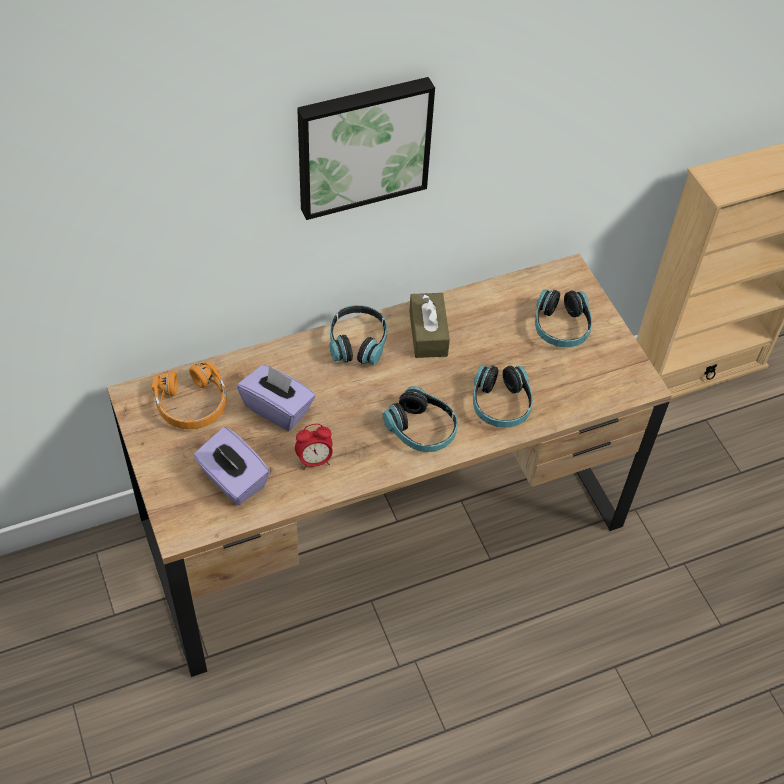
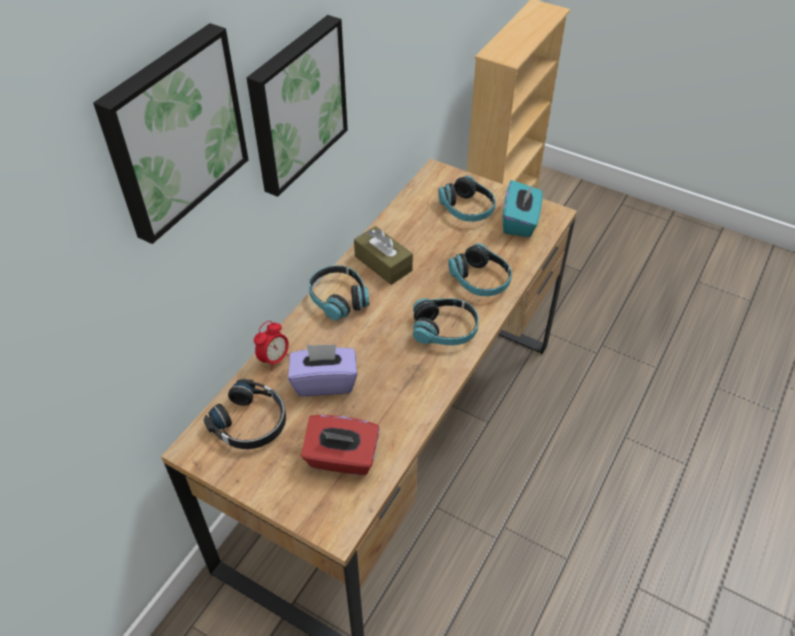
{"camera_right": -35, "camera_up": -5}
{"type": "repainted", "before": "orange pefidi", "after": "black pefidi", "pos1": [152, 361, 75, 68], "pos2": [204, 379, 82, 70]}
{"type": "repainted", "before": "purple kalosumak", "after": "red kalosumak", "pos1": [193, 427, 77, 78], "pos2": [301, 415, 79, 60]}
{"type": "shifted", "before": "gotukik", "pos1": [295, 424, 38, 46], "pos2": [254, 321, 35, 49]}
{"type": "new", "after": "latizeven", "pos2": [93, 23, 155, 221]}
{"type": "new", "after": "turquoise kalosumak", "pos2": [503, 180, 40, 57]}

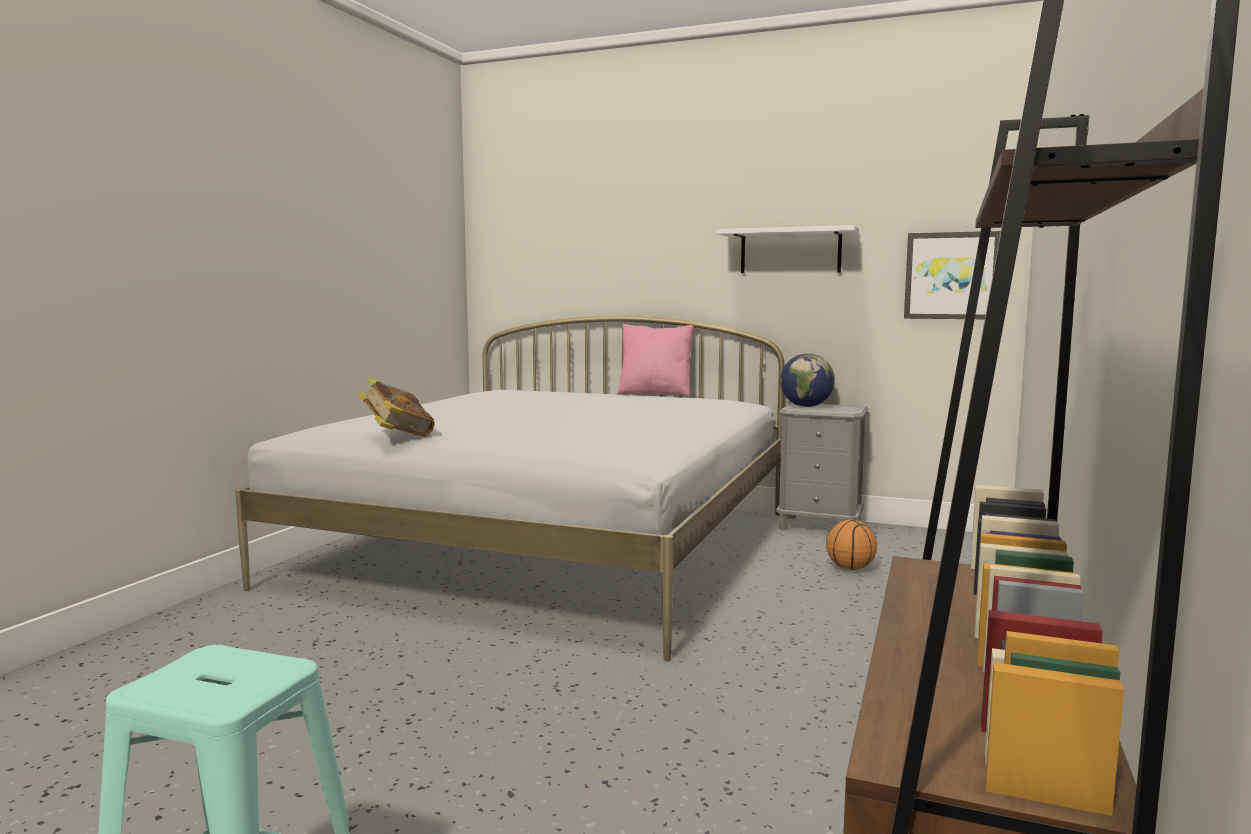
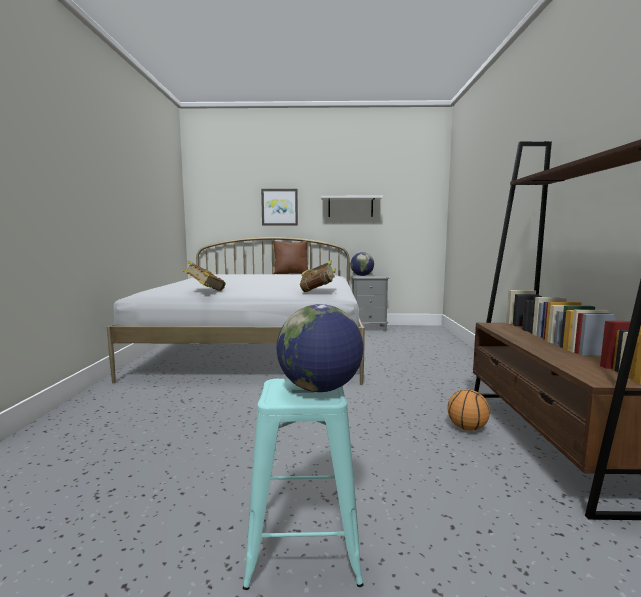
{"camera_right": -20, "camera_up": 0}
{"type": "repainted", "before": "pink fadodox", "after": "brown fadodox", "pos1": [617, 324, 77, 73], "pos2": [273, 241, 35, 33]}
{"type": "shifted", "before": "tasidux", "pos1": [826, 520, 51, 50], "pos2": [447, 389, 43, 42]}
{"type": "shifted", "before": "latizeven", "pos1": [904, 231, 97, 88], "pos2": [261, 189, 37, 36]}
{"type": "new", "after": "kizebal", "pos2": [276, 304, 87, 88]}
{"type": "new", "after": "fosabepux", "pos2": [300, 260, 36, 32]}

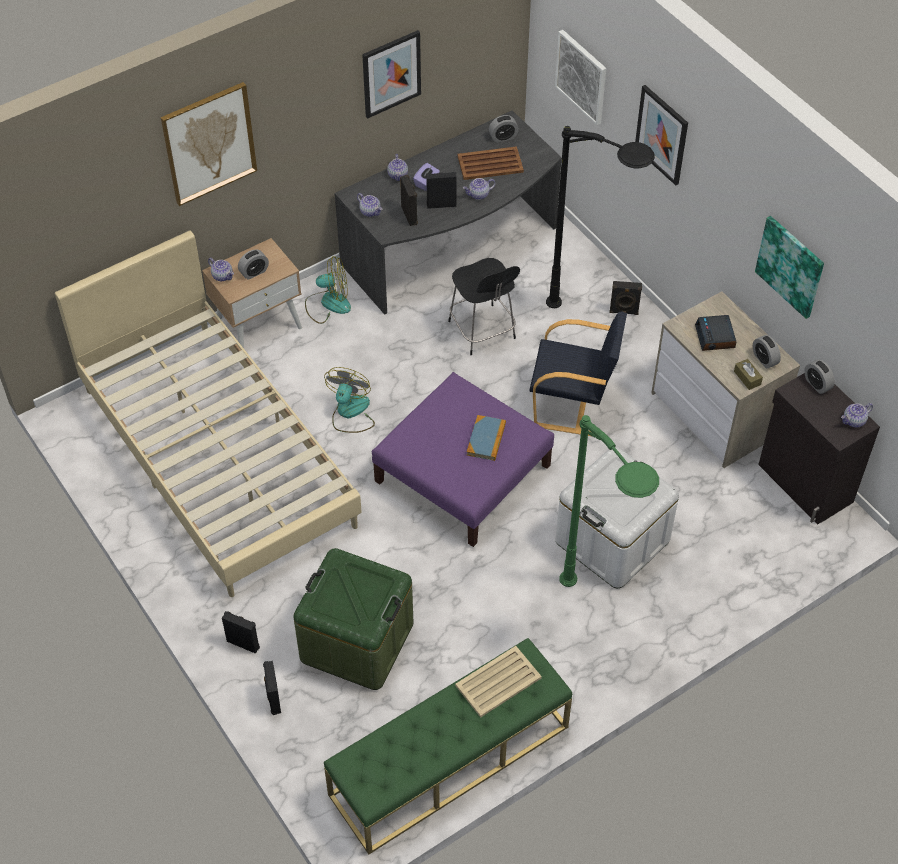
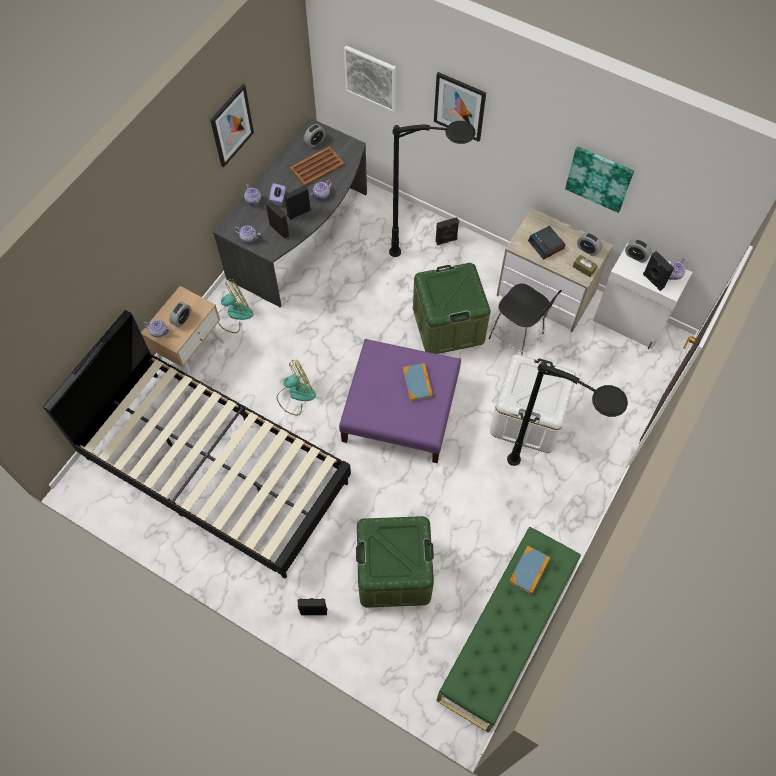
{"camera_right": -25, "camera_up": 10}
{"type": "repainted", "before": "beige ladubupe", "after": "black ladubupe", "pos1": [55, 230, 307, 367], "pos2": [43, 310, 308, 268]}
{"type": "gone", "before": "latizeven", "pos1": [161, 82, 96, 124]}
{"type": "shifted", "before": "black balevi", "pos1": [263, 661, 18, 54], "pos2": [643, 251, 31, 40]}
{"type": "rotated", "before": "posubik", "pos1": [324, 367, 51, 66], "pos2": [277, 360, 39, 56], "turn": 75}
{"type": "shifted", "before": "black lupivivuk", "pos1": [448, 258, 72, 97], "pos2": [489, 283, 73, 72]}
{"type": "swapped", "before": "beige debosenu", "after": "fosabepux", "pos1": [455, 646, 87, 71], "pos2": [509, 545, 41, 49]}
{"type": "swapped", "before": "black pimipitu", "after": "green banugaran", "pos1": [530, 311, 97, 126], "pos2": [413, 263, 77, 91]}
{"type": "repainted", "before": "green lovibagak", "after": "black lovibagak", "pos1": [559, 415, 100, 172], "pos2": [507, 362, 121, 104]}
{"type": "repainted", "before": "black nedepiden", "after": "white nedepiden", "pos1": [758, 373, 122, 152], "pos2": [593, 243, 99, 107]}

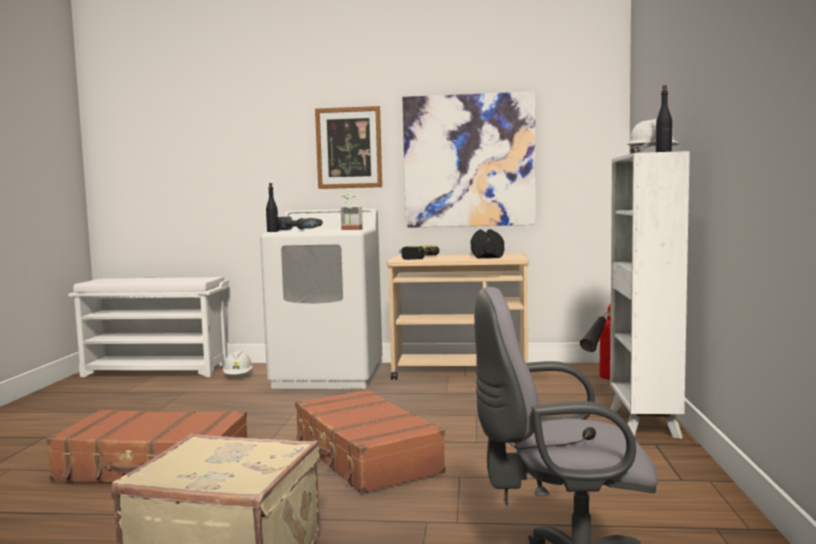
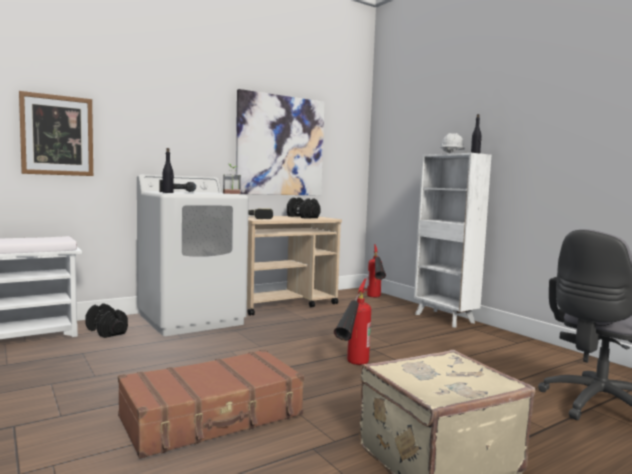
{"camera_right": -40, "camera_up": 0}
{"type": "swapped", "before": "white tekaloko", "after": "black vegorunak", "pos1": [223, 351, 30, 24], "pos2": [85, 303, 43, 35]}
{"type": "swapped", "before": "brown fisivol", "after": "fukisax", "pos1": [295, 389, 151, 105], "pos2": [334, 278, 37, 87]}
{"type": "shifted", "before": "latizeven", "pos1": [315, 106, 67, 83], "pos2": [19, 91, 74, 85]}

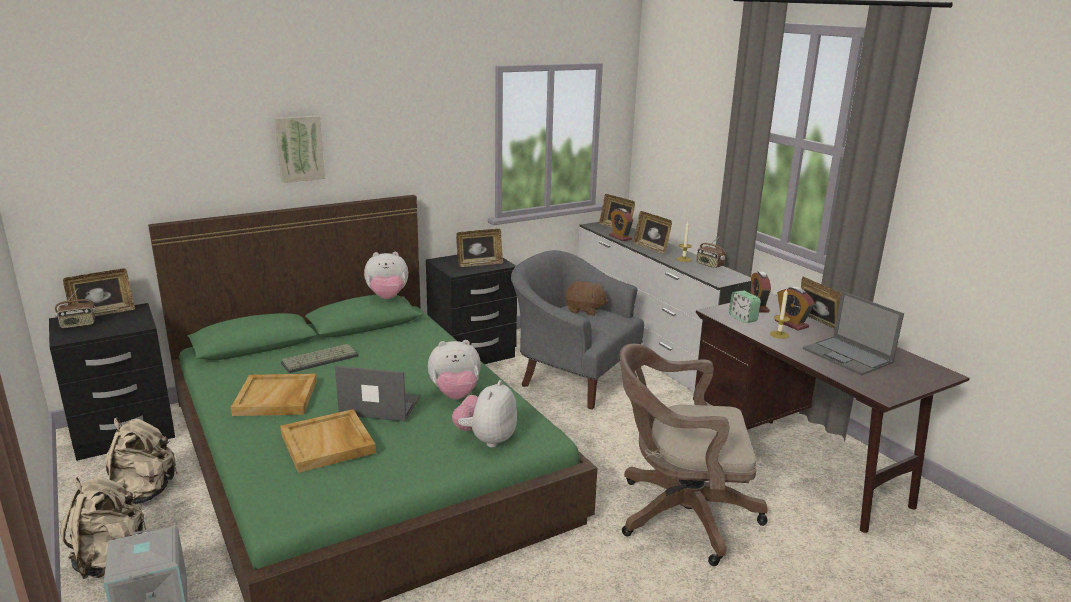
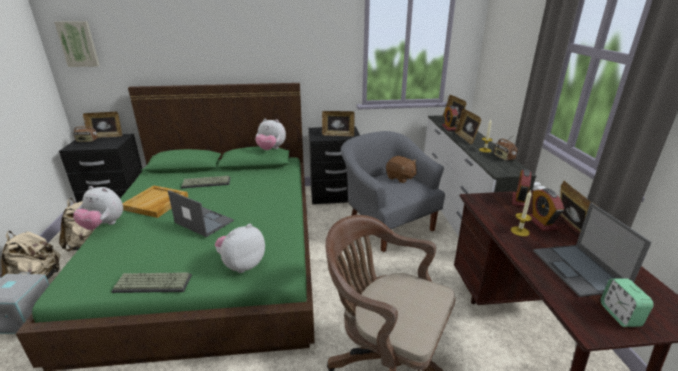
{"camera_right": 25, "camera_up": 5}
{"type": "shifted", "before": "latizeven", "pos1": [275, 115, 50, 68], "pos2": [54, 21, 46, 46]}
{"type": "gone", "before": "beige debosenu", "pos1": [280, 409, 96, 64]}
{"type": "shifted", "before": "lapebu", "pos1": [428, 340, 53, 60], "pos2": [73, 186, 50, 44]}
{"type": "shifted", "before": "gotukik", "pos1": [729, 290, 32, 33], "pos2": [601, 278, 53, 49]}
{"type": "new", "after": "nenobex", "pos2": [111, 272, 81, 21]}

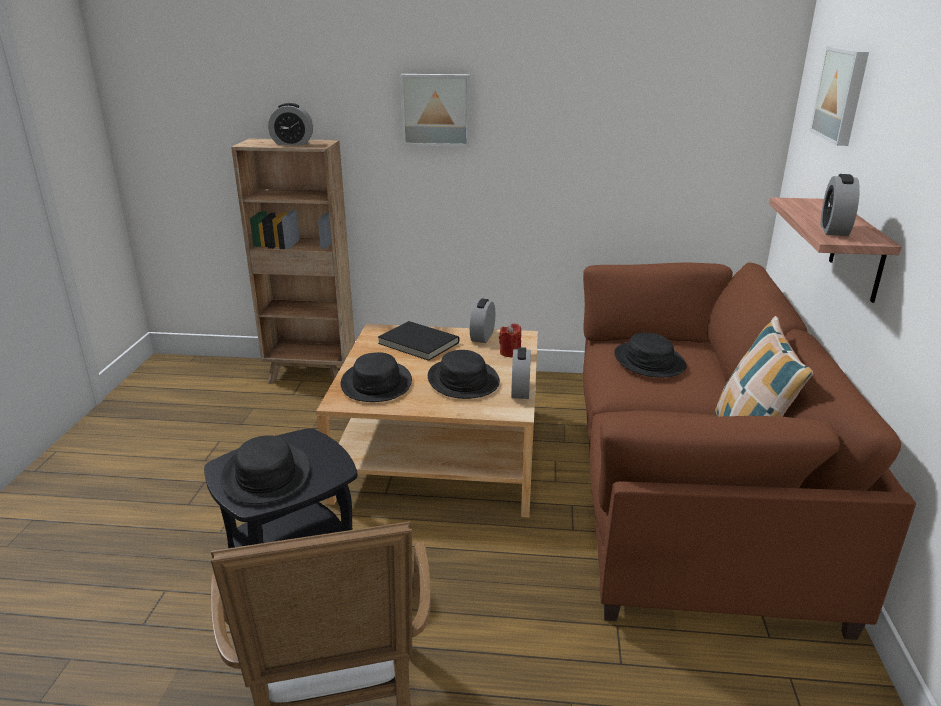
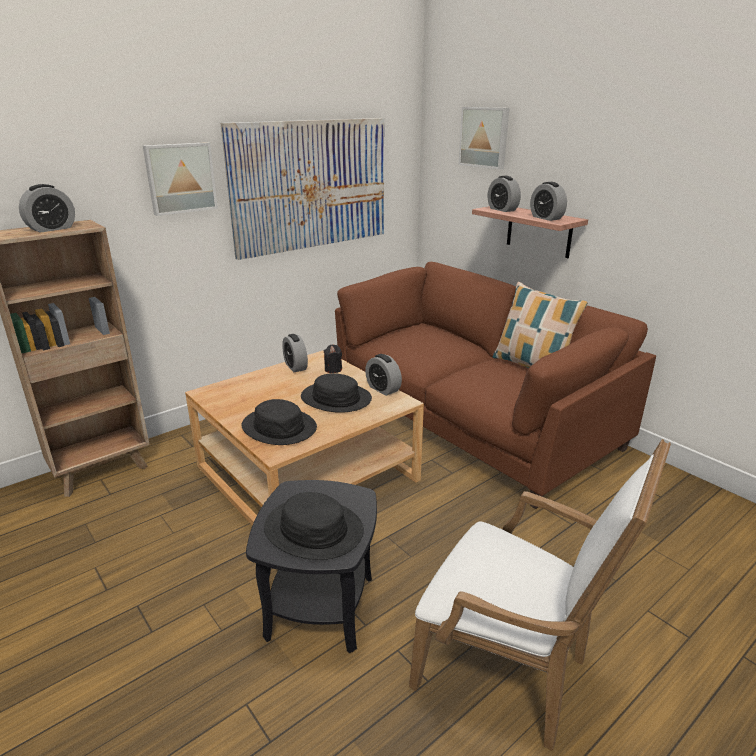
{"camera_right": -45, "camera_up": 0}
{"type": "gone", "before": "black fosabepux", "pos1": [378, 321, 81, 40]}
{"type": "repainted", "before": "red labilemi", "after": "black labilemi", "pos1": [499, 323, 22, 35], "pos2": [324, 344, 18, 29]}
{"type": "gone", "before": "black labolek", "pos1": [614, 333, 73, 44]}
{"type": "new", "after": "latizeven", "pos2": [221, 118, 163, 142]}
{"type": "new", "after": "gotukik", "pos2": [488, 176, 33, 36]}

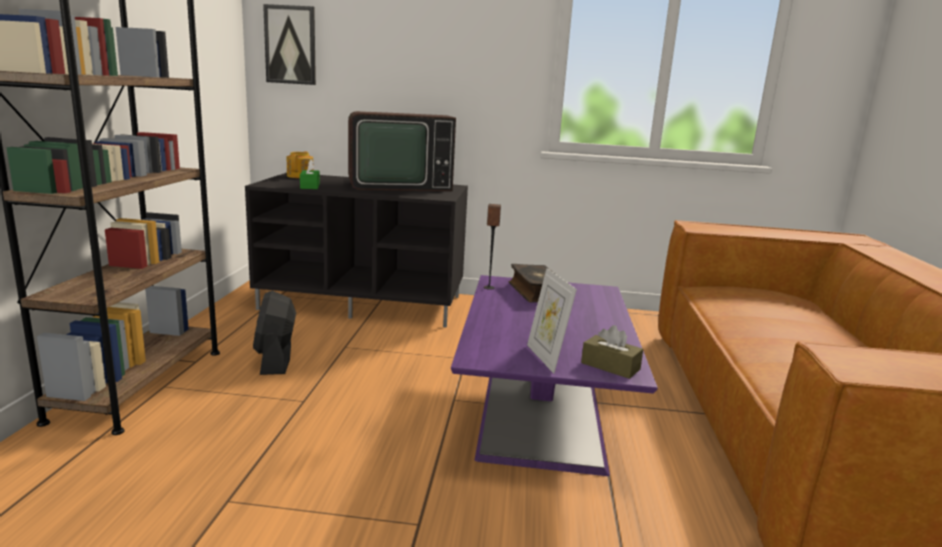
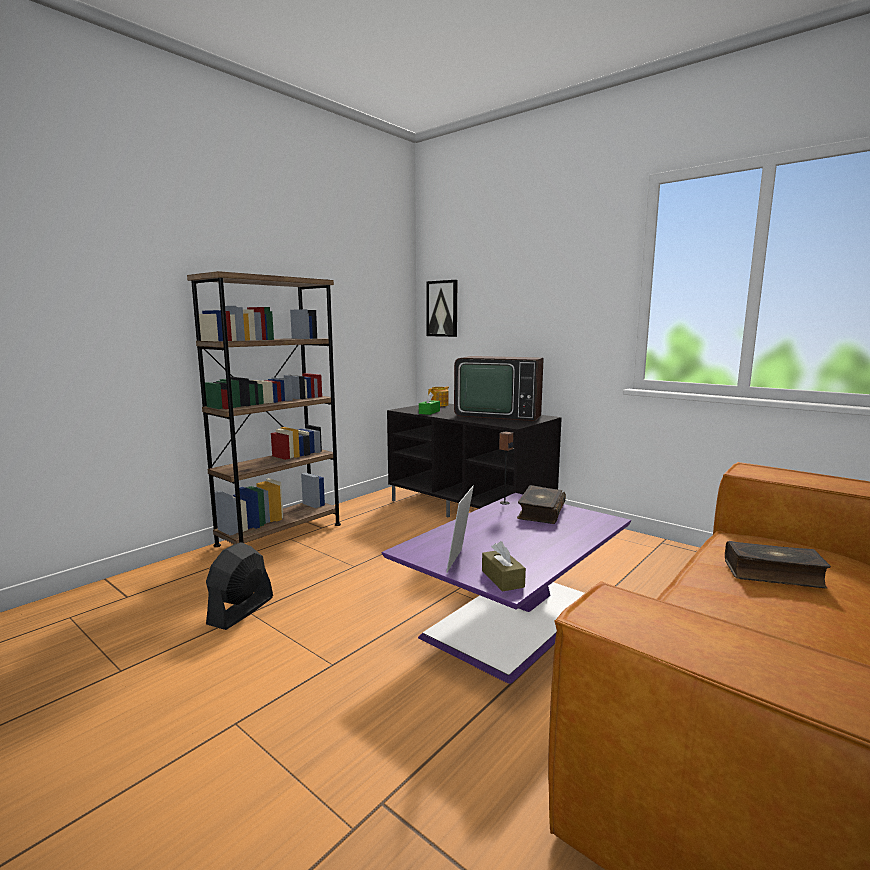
{"camera_right": 35, "camera_up": -5}
{"type": "shifted", "before": "black posubik", "pos1": [253, 291, 43, 84], "pos2": [206, 542, 67, 88]}
{"type": "new", "after": "fosabepux", "pos2": [725, 541, 106, 48]}

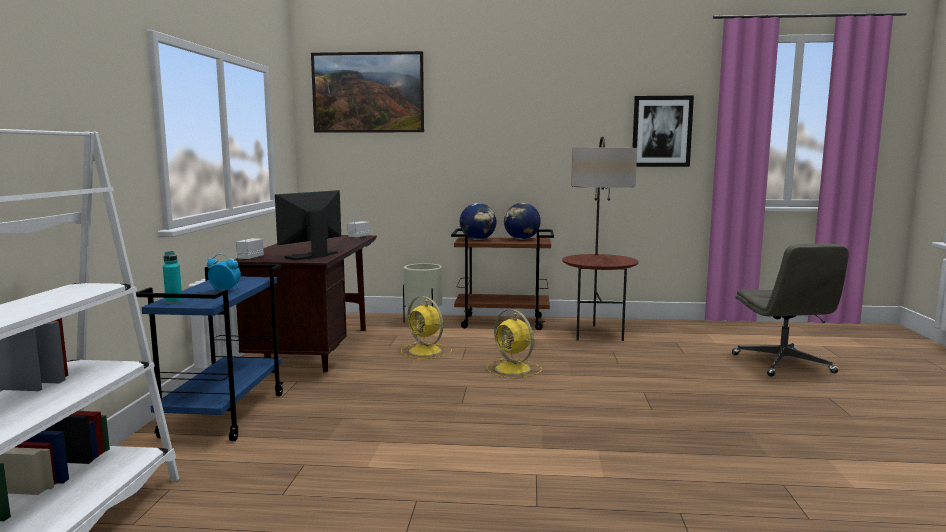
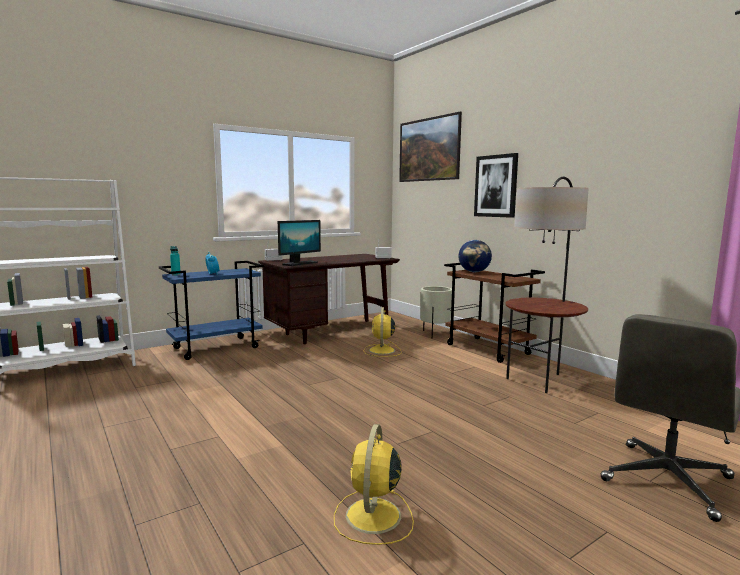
{"camera_right": 50, "camera_up": 0}
{"type": "rotated", "before": "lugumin", "pos1": [275, 190, 66, 71], "pos2": [278, 220, 43, 46], "turn": 135}
{"type": "shifted", "before": "yellow posubik", "pos1": [487, 309, 55, 69], "pos2": [334, 424, 80, 121]}
{"type": "gone", "before": "kizebal", "pos1": [504, 203, 37, 37]}
{"type": "shifted", "before": "latizeven", "pos1": [632, 96, 62, 71], "pos2": [474, 153, 44, 65]}

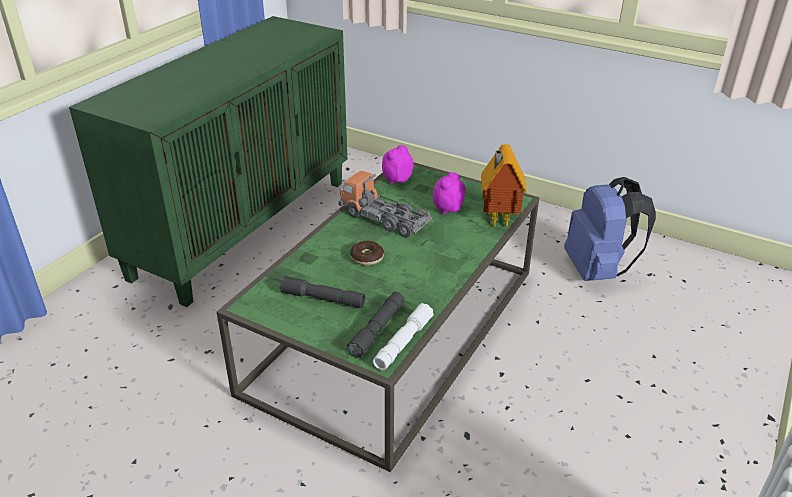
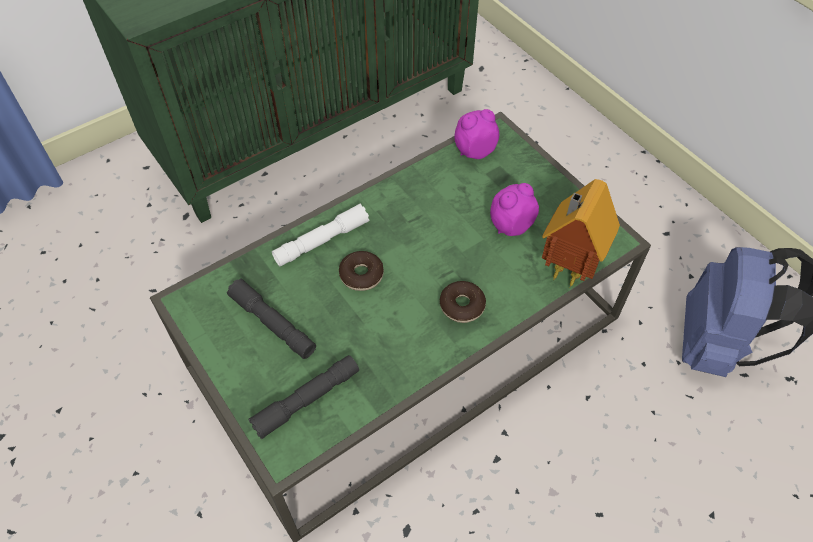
{"camera_right": 25, "camera_up": 20}
{"type": "gone", "before": "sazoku", "pos1": [339, 171, 93, 67]}
{"type": "shifted", "before": "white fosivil", "pos1": [373, 303, 61, 67], "pos2": [272, 204, 97, 63]}
{"type": "new", "after": "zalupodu", "pos2": [440, 281, 46, 42]}

